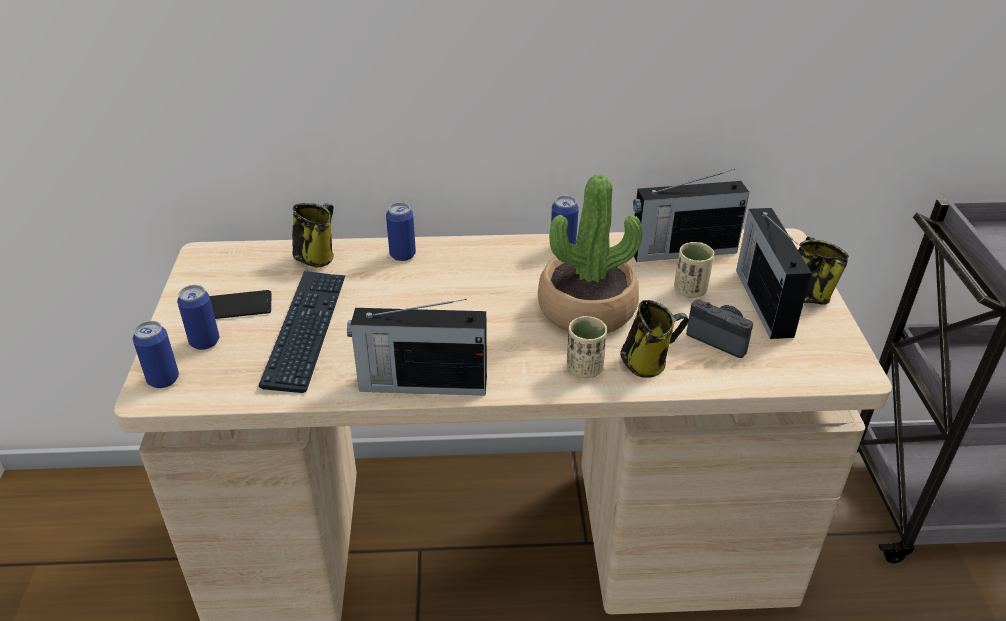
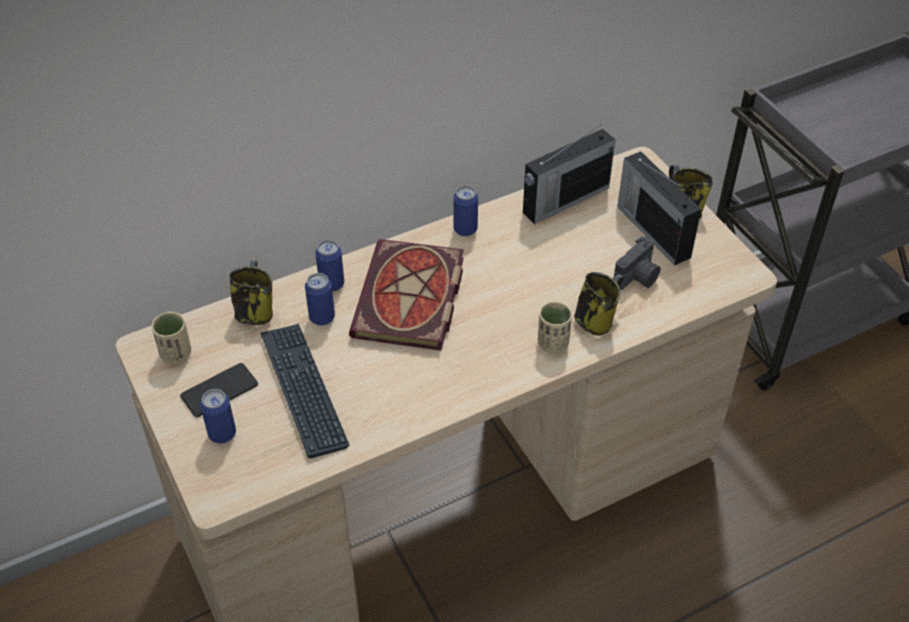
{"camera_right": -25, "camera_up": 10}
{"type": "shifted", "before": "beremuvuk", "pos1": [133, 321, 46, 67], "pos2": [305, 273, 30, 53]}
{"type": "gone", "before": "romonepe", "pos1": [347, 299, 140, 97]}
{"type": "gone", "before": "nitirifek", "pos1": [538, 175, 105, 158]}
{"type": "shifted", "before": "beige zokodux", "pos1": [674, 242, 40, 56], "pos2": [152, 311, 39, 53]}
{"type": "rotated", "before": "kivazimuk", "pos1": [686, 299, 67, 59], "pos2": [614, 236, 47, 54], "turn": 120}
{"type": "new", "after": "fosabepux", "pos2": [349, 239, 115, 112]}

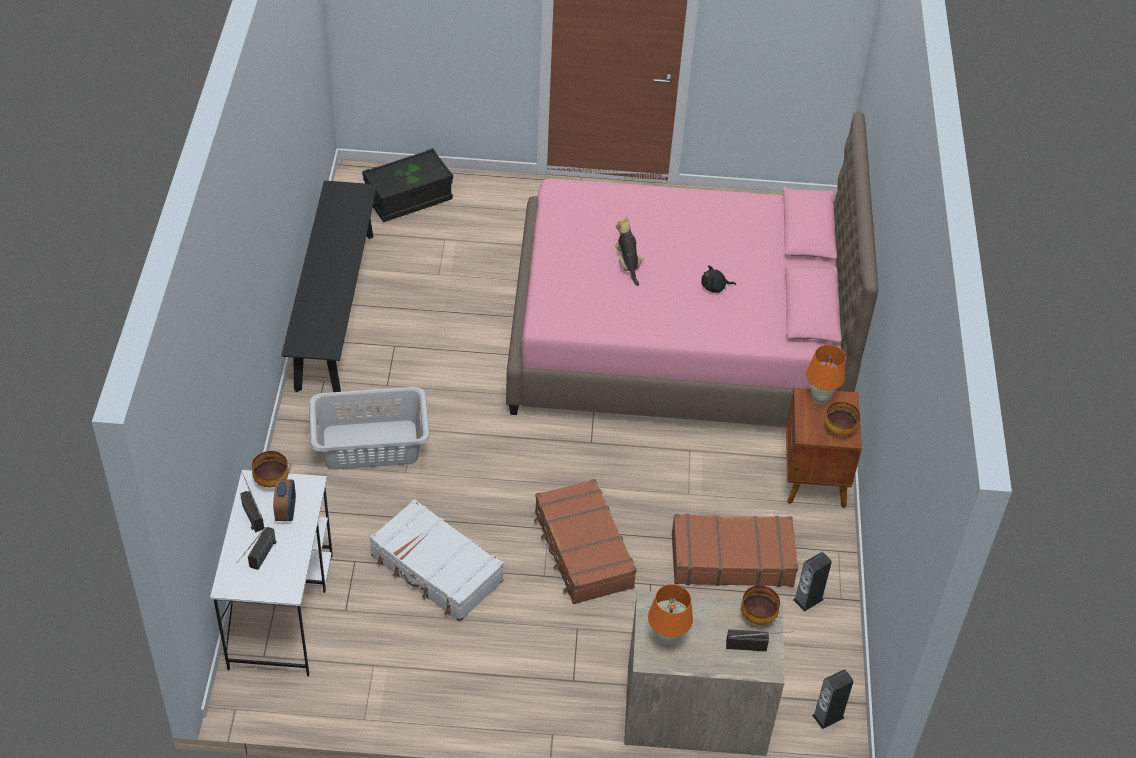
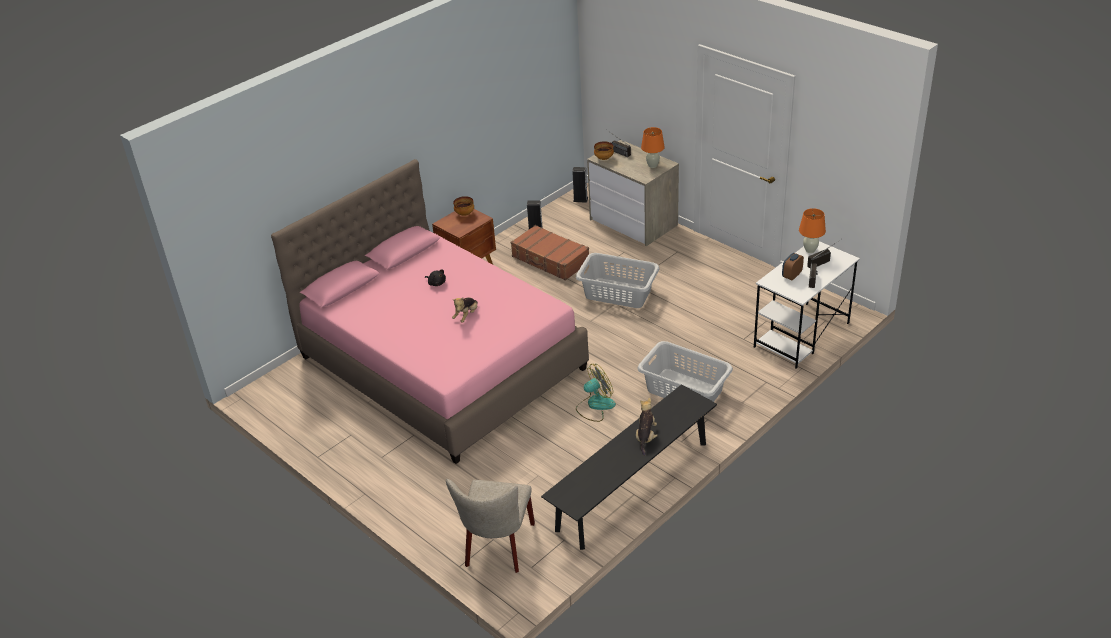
{"camera_right": -135, "camera_up": -10}
{"type": "gone", "before": "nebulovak", "pos1": [252, 451, 37, 36]}
{"type": "swapped", "before": "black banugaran", "after": "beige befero", "pos1": [362, 148, 91, 74], "pos2": [446, 479, 89, 94]}
{"type": "gone", "before": "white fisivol", "pos1": [370, 499, 134, 123]}
{"type": "swapped", "before": "brown fisivol", "after": "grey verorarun", "pos1": [534, 479, 103, 125], "pos2": [576, 253, 84, 55]}
{"type": "shifted", "before": "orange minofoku", "pos1": [806, 345, 40, 59], "pos2": [799, 208, 27, 45]}
{"type": "new", "after": "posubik", "pos2": [576, 364, 40, 58]}
{"type": "new", "after": "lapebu", "pos2": [636, 397, 22, 59]}

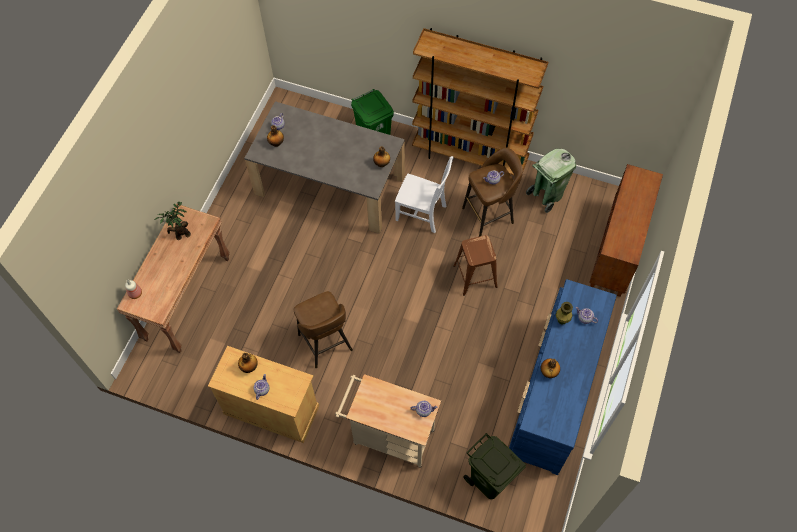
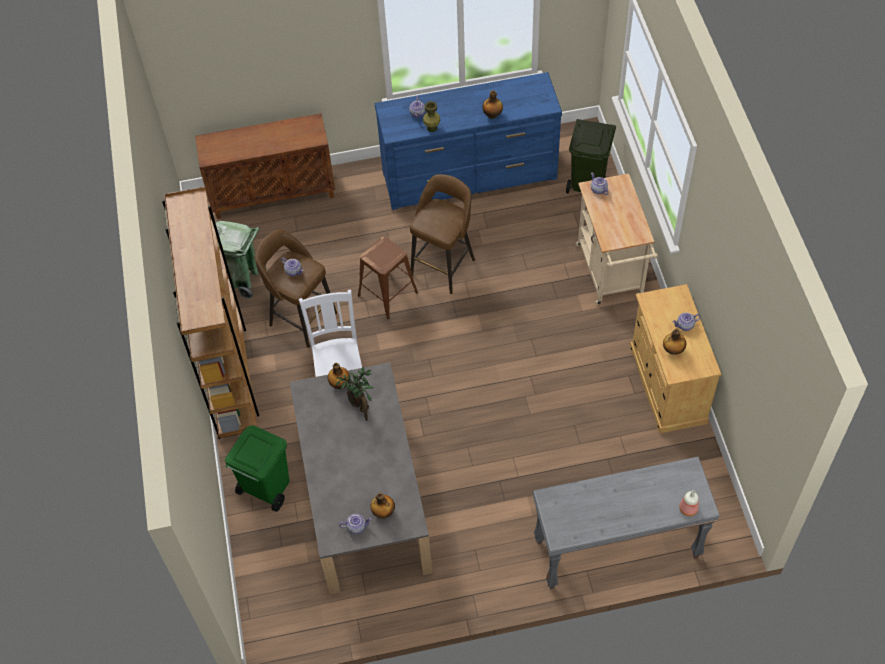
{"camera_right": -120, "camera_up": -5}
{"type": "repainted", "before": "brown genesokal", "after": "grey genesokal", "pos1": [117, 204, 113, 149], "pos2": [533, 456, 187, 133]}
{"type": "shifted", "before": "nitirifek", "pos1": [155, 202, 36, 38], "pos2": [336, 367, 38, 54]}
{"type": "shifted", "before": "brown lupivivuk", "pos1": [294, 291, 59, 77], "pos2": [410, 174, 65, 120]}

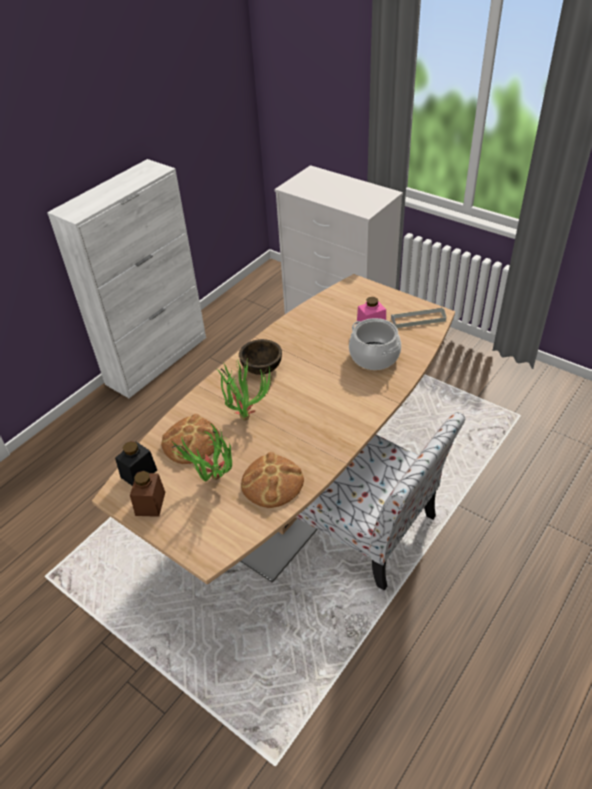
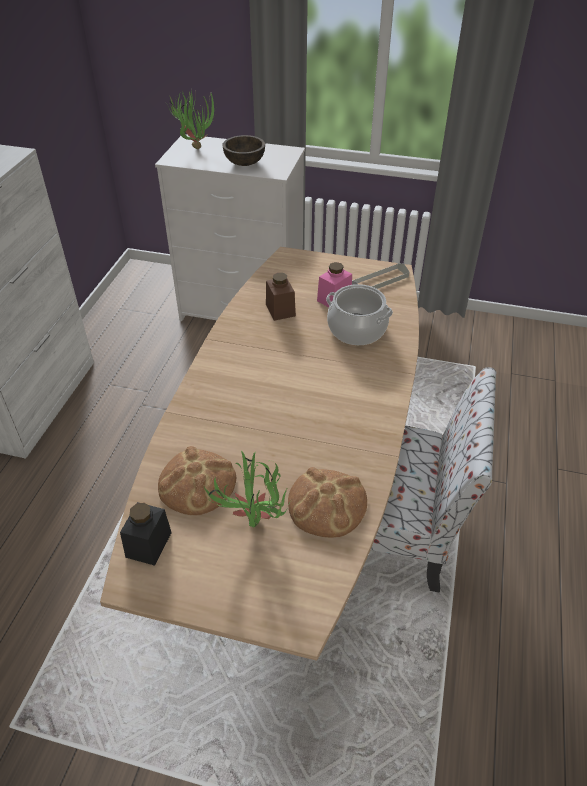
{"camera_right": -25, "camera_up": 0}
{"type": "shifted", "before": "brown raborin", "pos1": [130, 471, 35, 46], "pos2": [266, 273, 30, 48]}
{"type": "shifted", "before": "nitirifek", "pos1": [217, 359, 55, 61], "pos2": [166, 88, 51, 61]}
{"type": "shifted", "before": "brown nebulovak", "pos1": [239, 339, 43, 36], "pos2": [222, 135, 43, 31]}

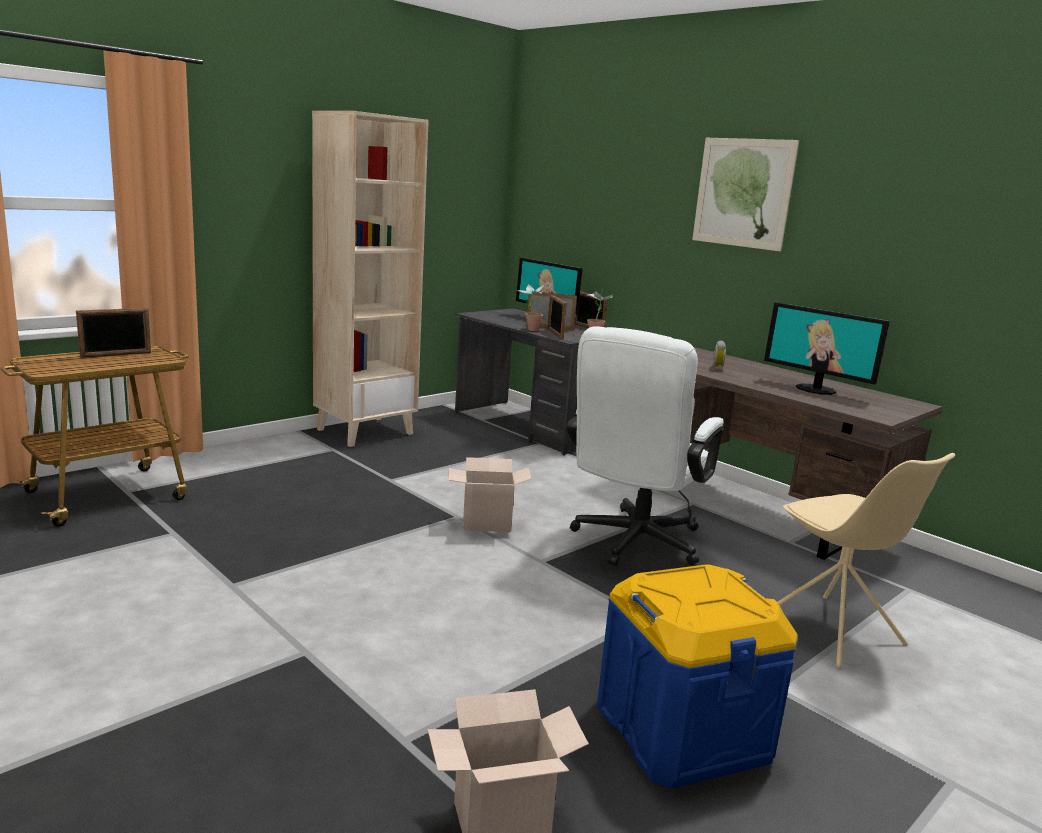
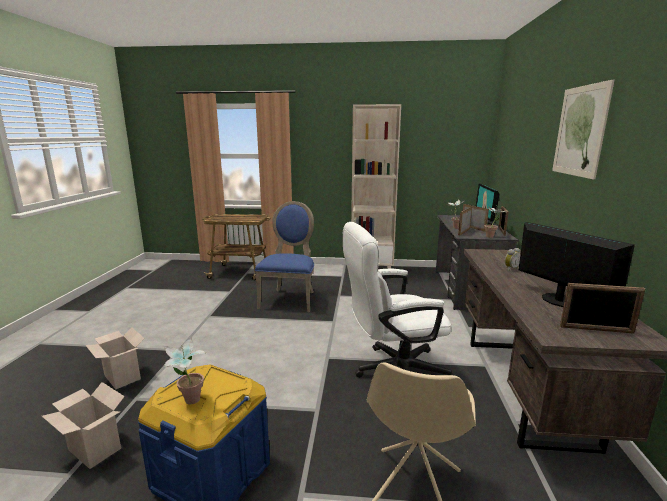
{"camera_right": 50, "camera_up": 0}
{"type": "shifted", "before": "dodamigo", "pos1": [76, 308, 75, 50], "pos2": [560, 283, 85, 51]}
{"type": "shifted", "before": "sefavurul", "pos1": [449, 457, 82, 75], "pos2": [85, 327, 60, 63]}
{"type": "rotated", "before": "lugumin", "pos1": [764, 302, 126, 93], "pos2": [519, 222, 116, 85], "turn": 150}
{"type": "new", "after": "nitirifek", "pos2": [164, 336, 43, 68]}
{"type": "new", "after": "blue befero", "pos2": [255, 201, 59, 112]}

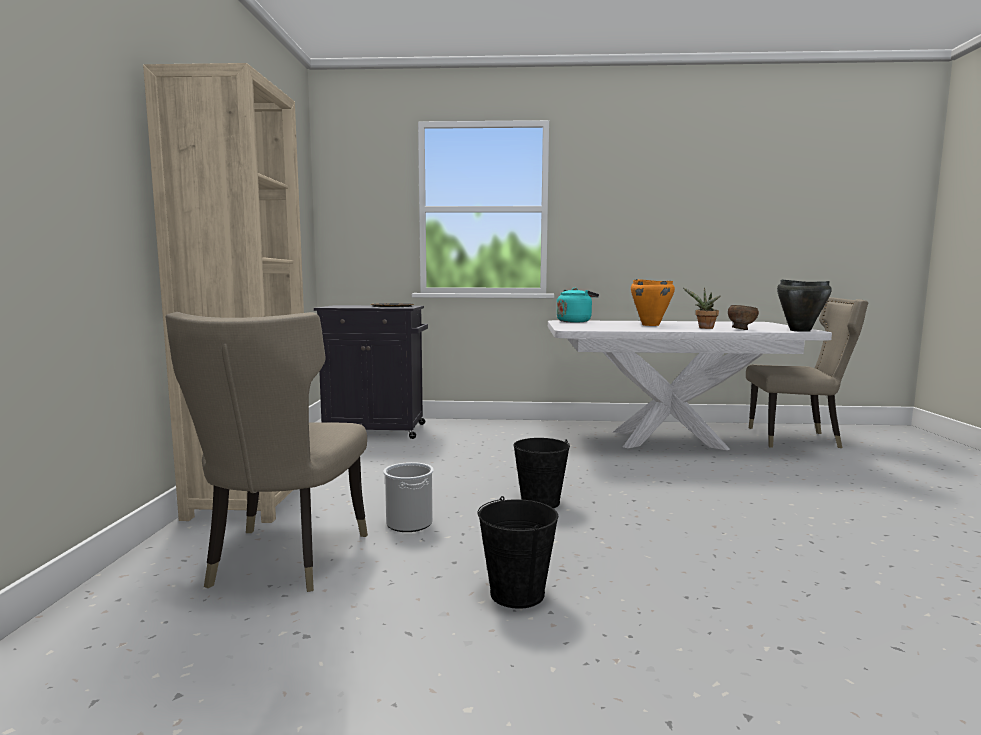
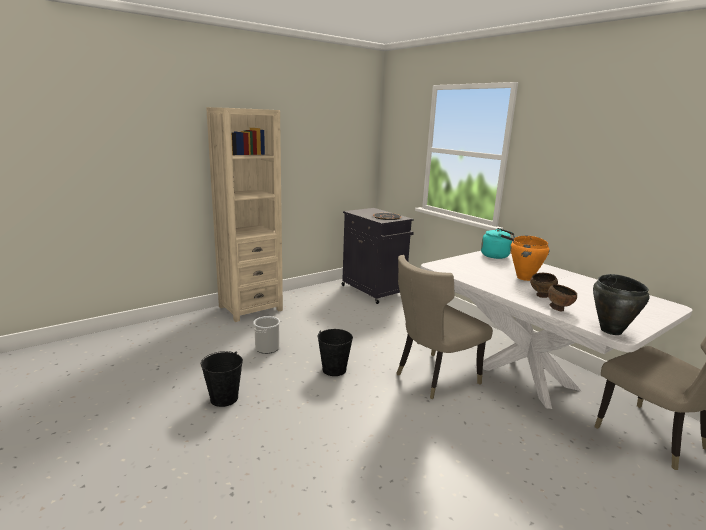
{"camera_right": 50, "camera_up": 10}
{"type": "shifted", "before": "beige befero", "pos1": [166, 312, 202, 280], "pos2": [396, 255, 97, 144]}
{"type": "swapped", "before": "nitirifek", "after": "brown nebulovak", "pos1": [683, 288, 38, 41], "pos2": [530, 273, 28, 25]}

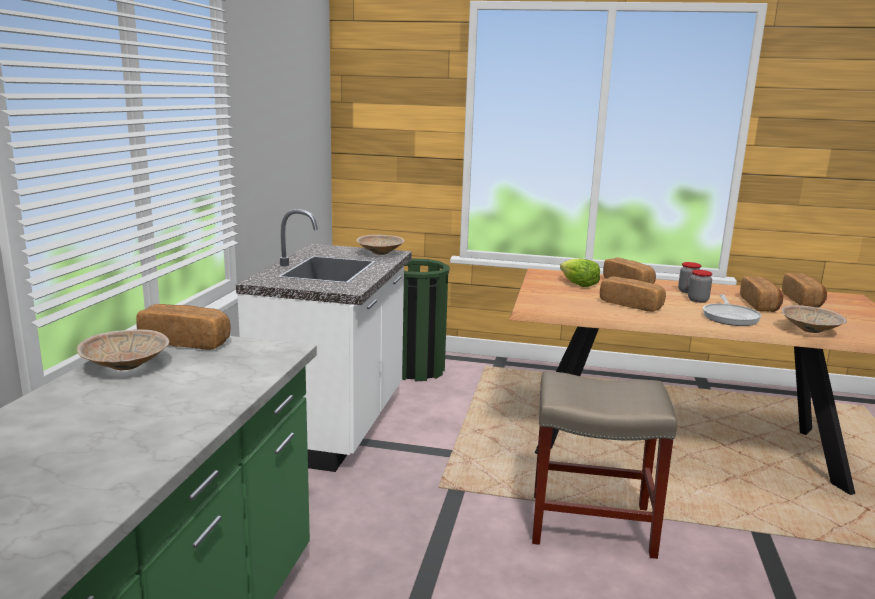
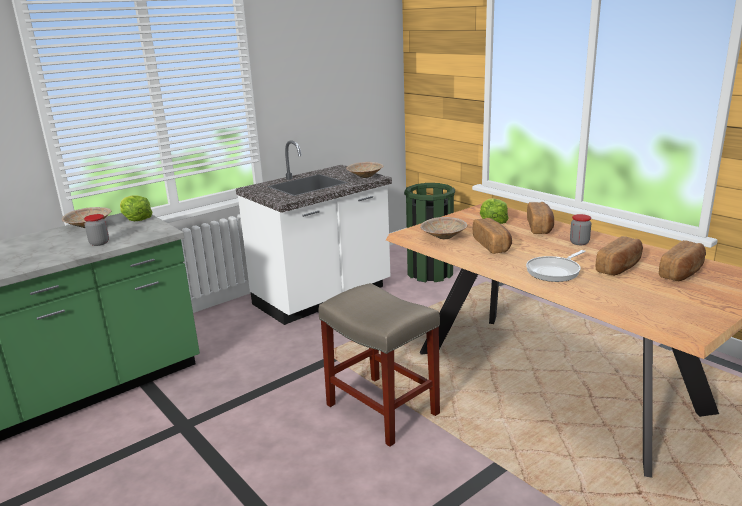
{"camera_right": 40, "camera_up": 5}
{"type": "swapped", "before": "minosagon", "after": "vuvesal", "pos1": [136, 304, 94, 46], "pos2": [120, 196, 33, 25]}
{"type": "shifted", "before": "raborin", "pos1": [688, 270, 24, 33], "pos2": [84, 214, 25, 32]}
{"type": "shifted", "before": "beige nebulovak", "pos1": [781, 305, 66, 28], "pos2": [420, 217, 47, 22]}

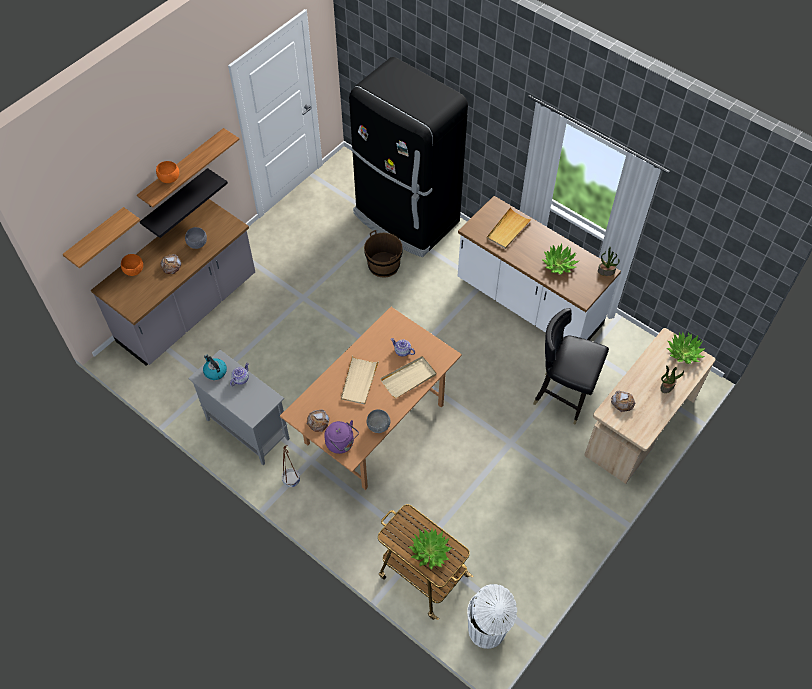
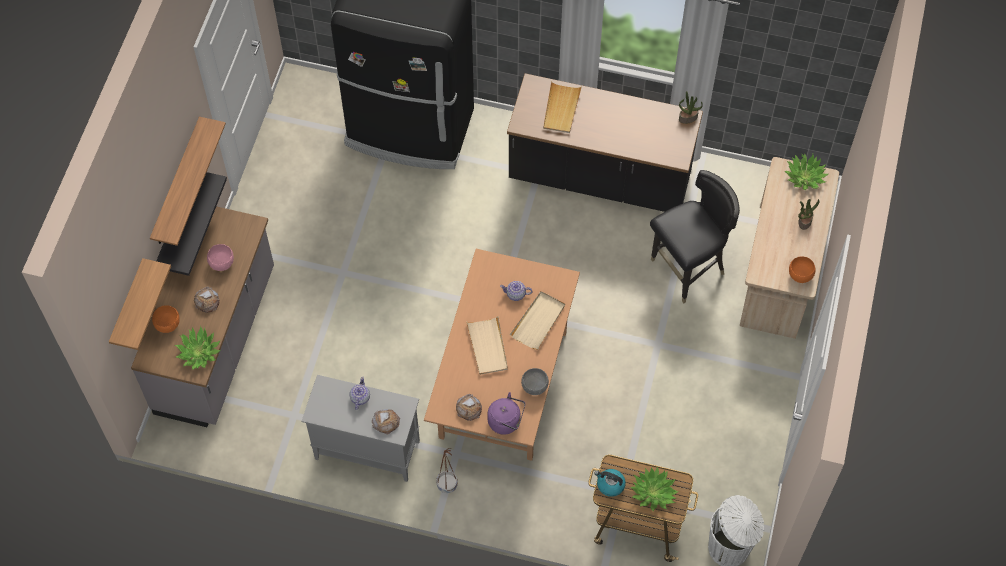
{"camera_right": -25, "camera_up": 5}
{"type": "shifted", "before": "orange nebulovak", "pos1": [156, 161, 23, 22], "pos2": [789, 256, 27, 27]}
{"type": "repainted", "before": "grey nebulovak", "after": "pink nebulovak", "pos1": [185, 227, 22, 22], "pos2": [207, 244, 27, 27]}
{"type": "shifted", "before": "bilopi", "pos1": [203, 355, 24, 25], "pos2": [594, 469, 32, 28]}
{"type": "gone", "before": "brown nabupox", "pos1": [364, 230, 39, 47]}
{"type": "repainted", "before": "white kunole", "after": "black kunole", "pos1": [458, 196, 163, 144], "pos2": [507, 73, 196, 139]}
{"type": "rotated", "before": "black befero", "pos1": [533, 308, 76, 116], "pos2": [650, 170, 90, 133], "turn": 150}
{"type": "shifted", "before": "nitirifek", "pos1": [542, 244, 36, 30], "pos2": [175, 326, 46, 44]}
{"type": "shifted", "before": "minosagon", "pos1": [611, 390, 25, 22], "pos2": [372, 409, 28, 26]}

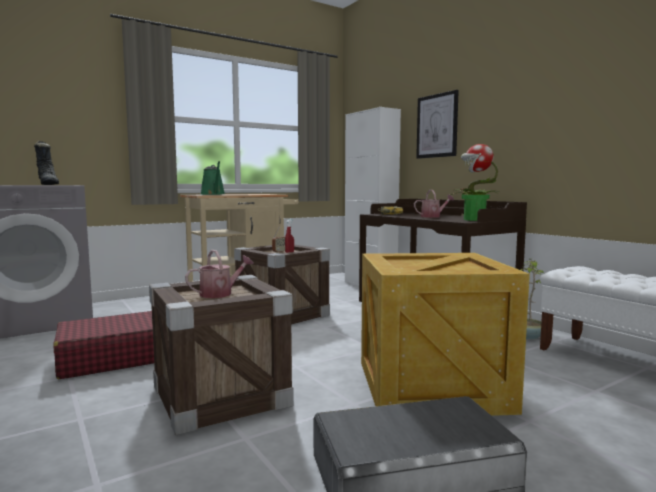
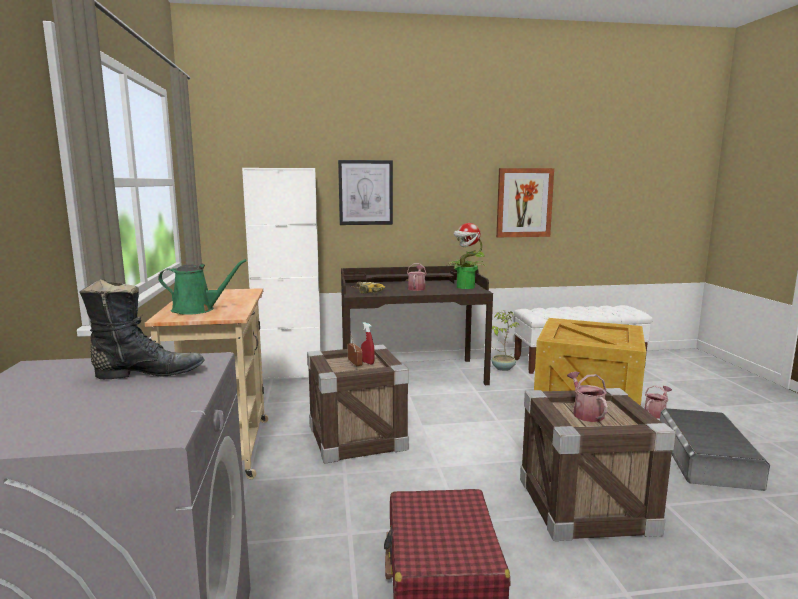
{"camera_right": -65, "camera_up": 5}
{"type": "new", "after": "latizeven", "pos2": [496, 168, 58, 69]}
{"type": "new", "after": "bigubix", "pos2": [644, 385, 28, 34]}

